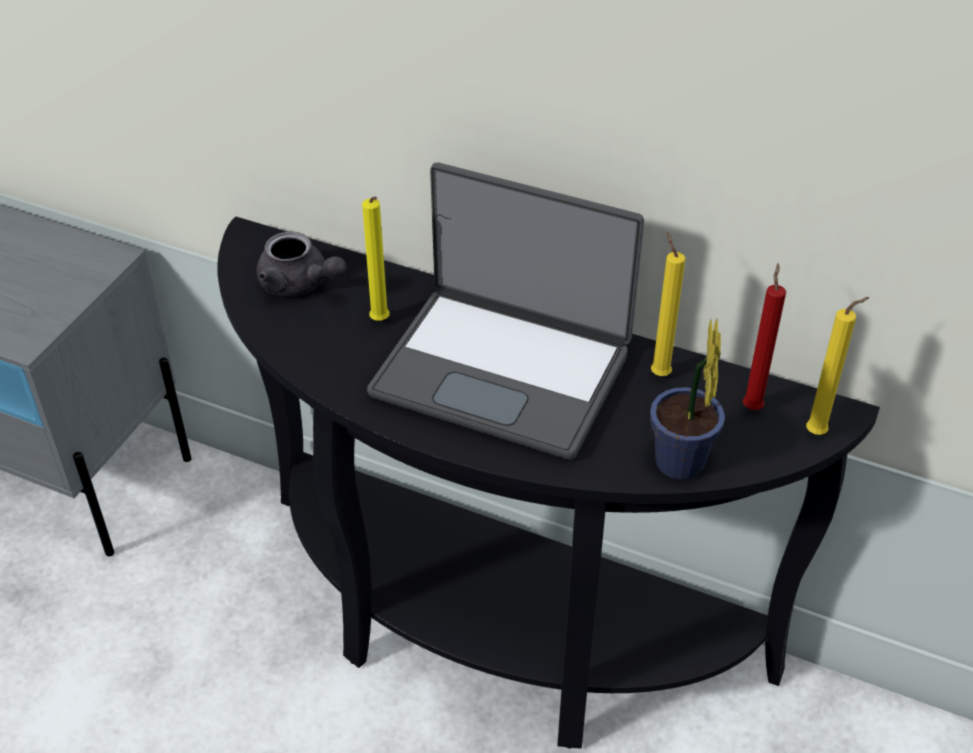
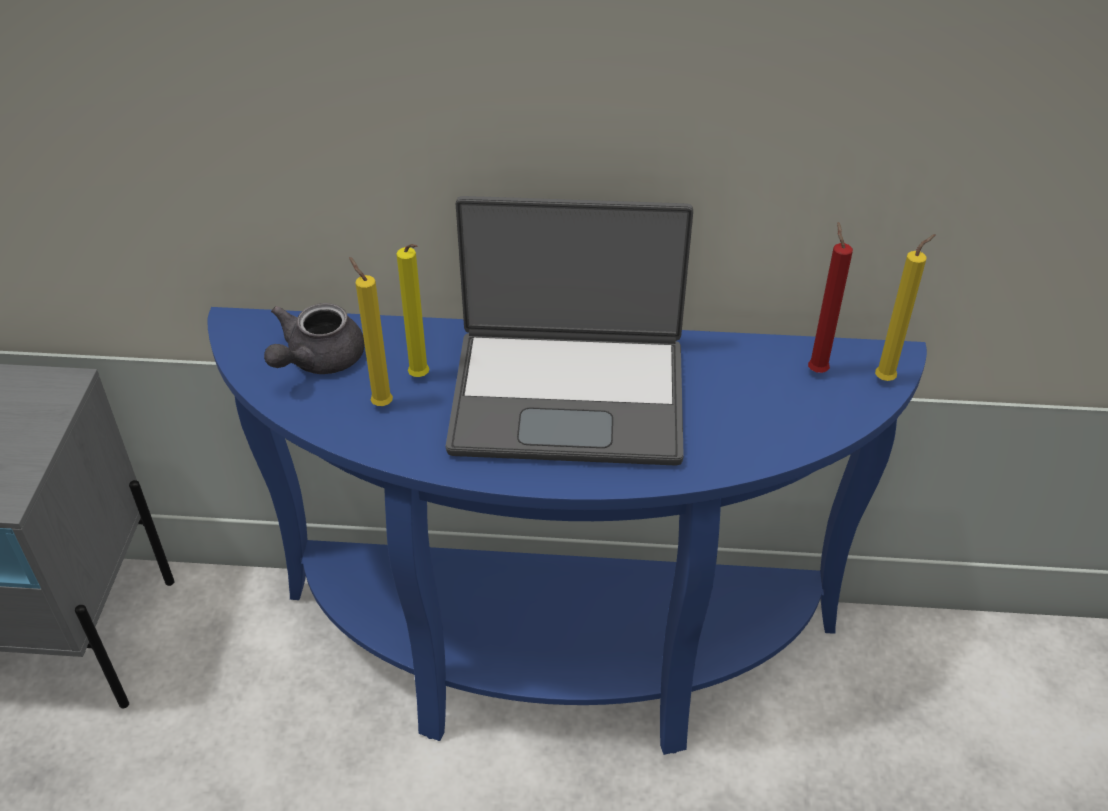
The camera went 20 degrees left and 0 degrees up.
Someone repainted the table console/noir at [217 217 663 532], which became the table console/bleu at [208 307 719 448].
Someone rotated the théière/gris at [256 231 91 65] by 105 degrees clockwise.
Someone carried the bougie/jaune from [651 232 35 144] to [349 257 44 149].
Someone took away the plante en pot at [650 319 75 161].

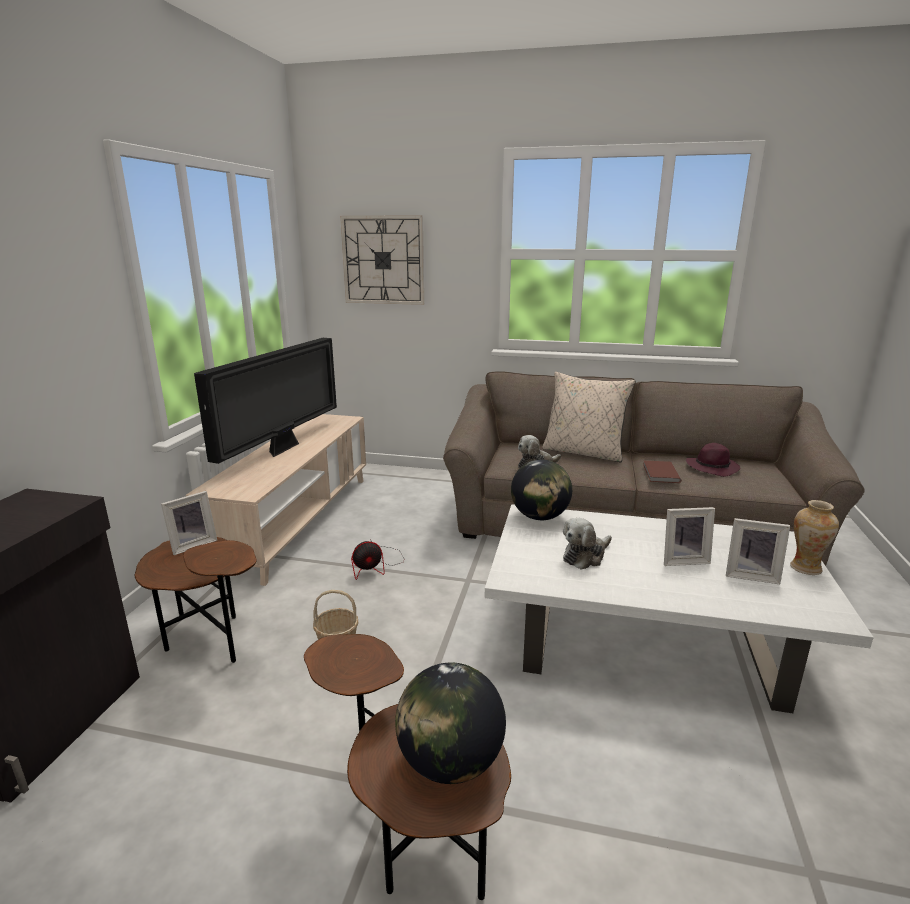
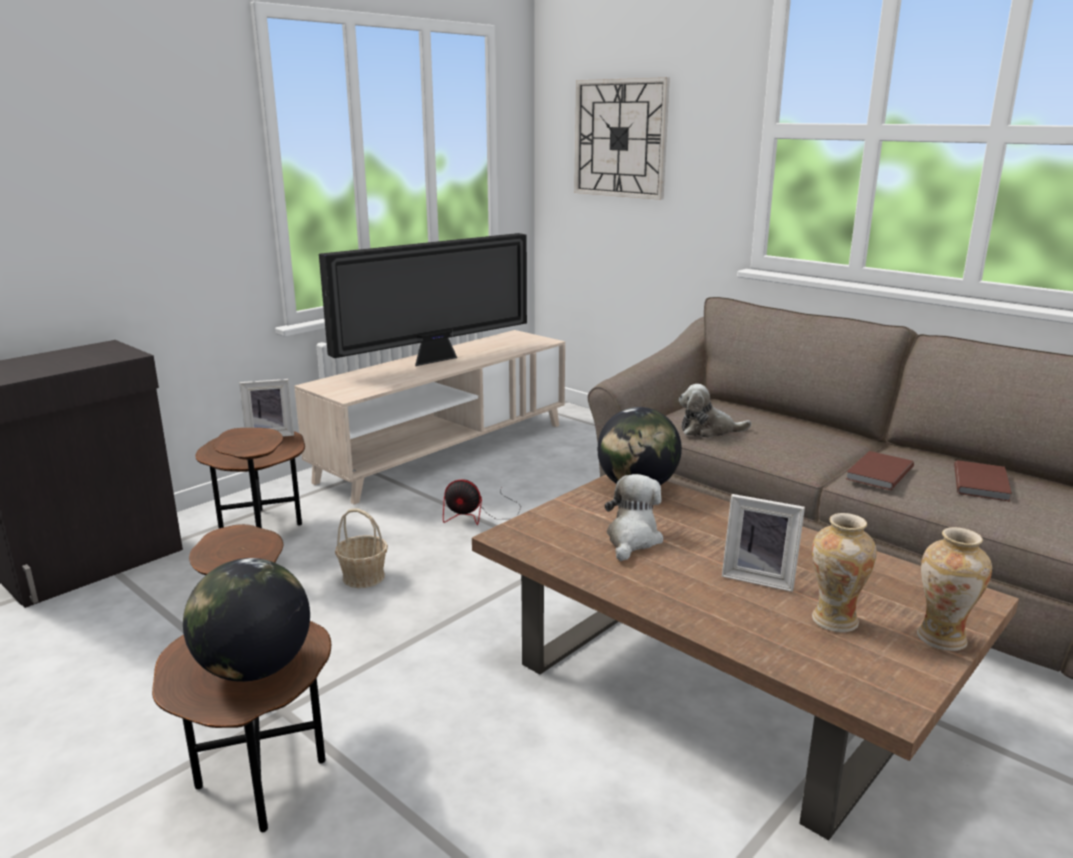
The camera went 30 degrees right and 0 degrees up.
Someone took away the coussin/beige at [542 371 93 91].
Someone swapped the chapeau/violet at [686 443 54 34] for the livre/marron at [954 460 58 42].
Someone repainted the table basse/blanc at [485 504 389 209], which became the table basse/marron at [472 475 547 365].
Someone rotated the peluche at [563 518 49 52] by 120 degrees clockwise.
Someone swapped the cadre photo at [726 518 64 66] for the vase at [812 513 65 119].

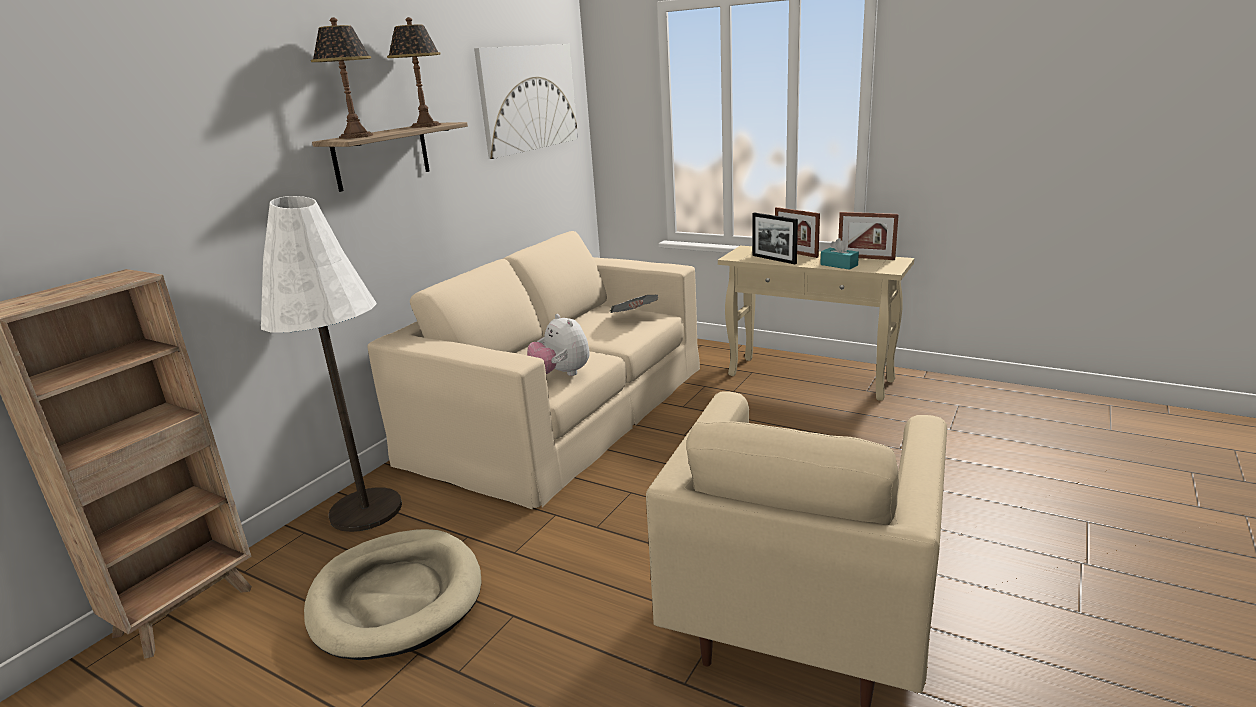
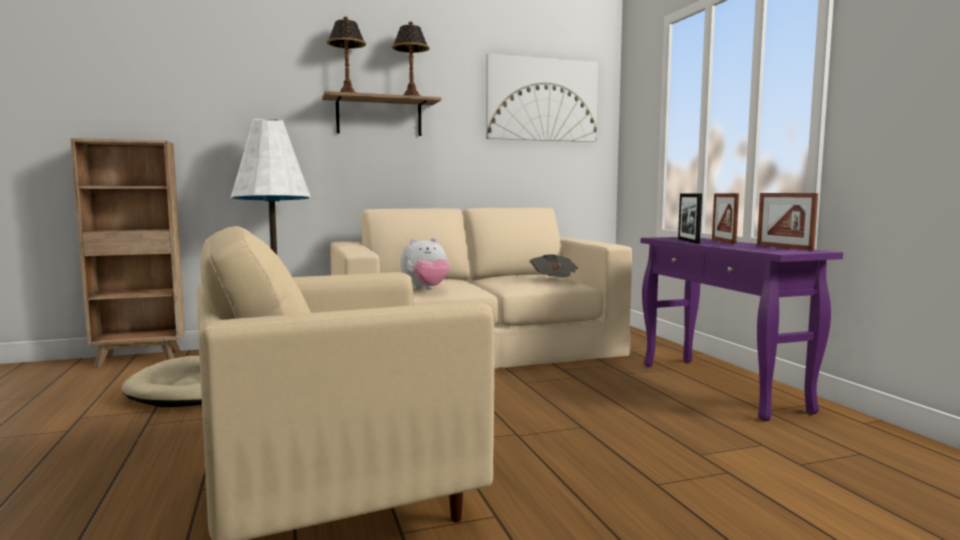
The camera went 40 degrees right and 15 degrees down.
Someone took away the boîte à mouchoirs/turquoise at [820 238 39 32].
Someone repainted the table console/beige at [718 246 196 155], which became the table console/violet at [641 237 202 184].
Someone rotated the peluche at [527 314 63 62] by 120 degrees counterclockwise.

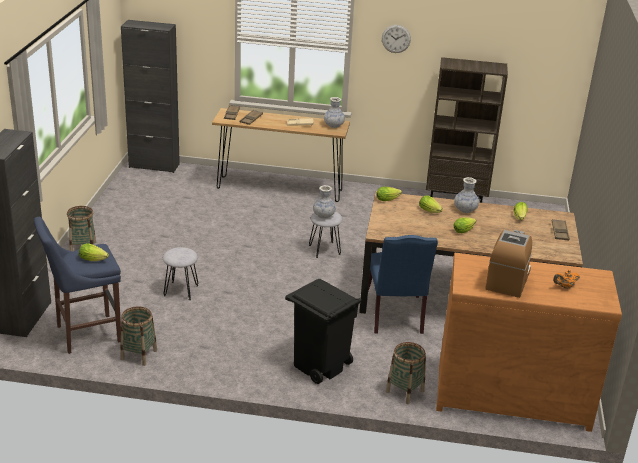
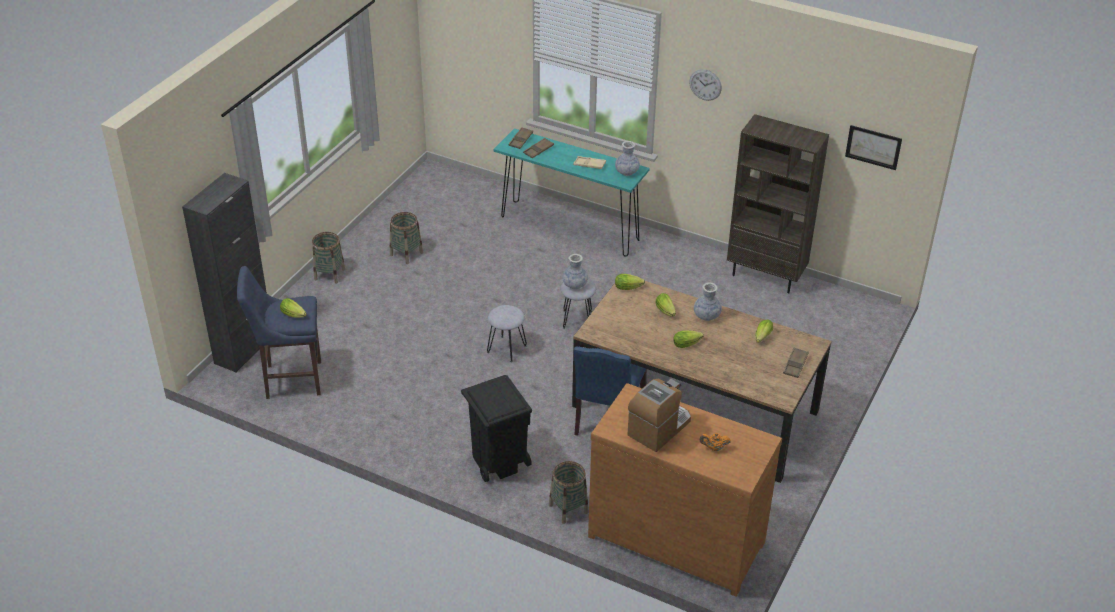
The camera went 20 degrees right and 10 degrees up.
Someone took away the meuble de rangement/noir at [121 20 59 153].
Someone repainted the table console/marron at [212 108 138 94], which became the table console/turquoise at [493 128 157 129].
Someone carried the tabouret/gris from [163 247 35 53] to [487 305 40 57].
Someone carried the panier from [120 306 37 60] to [390 212 33 52].
Someone put up the tableau at [845 125 57 45].

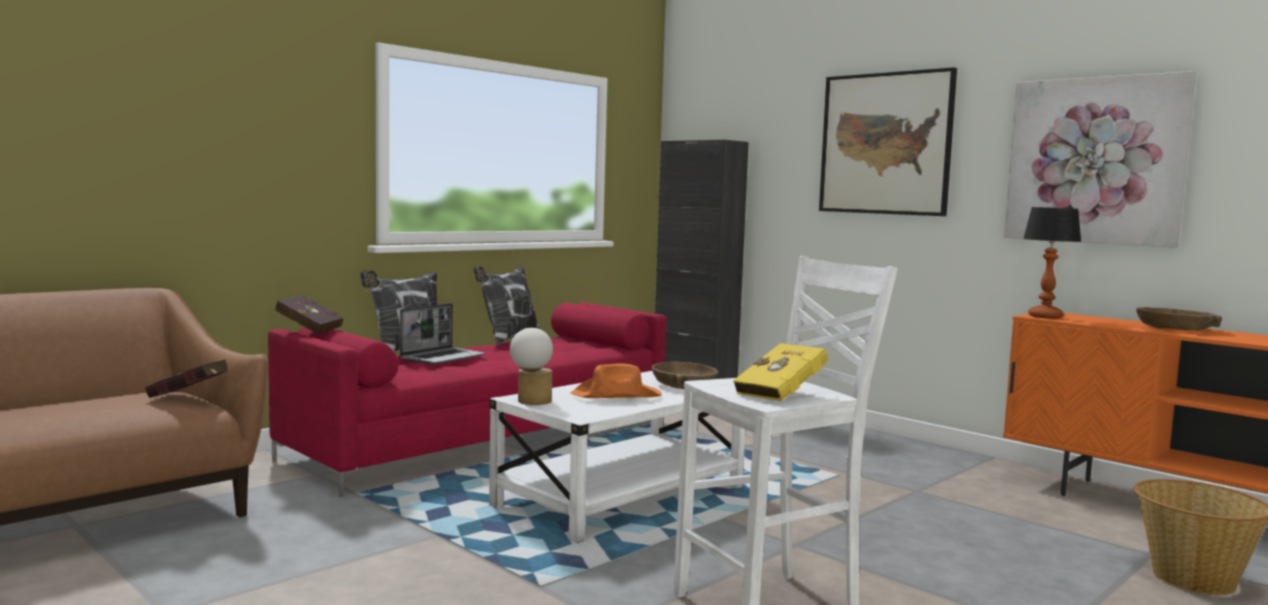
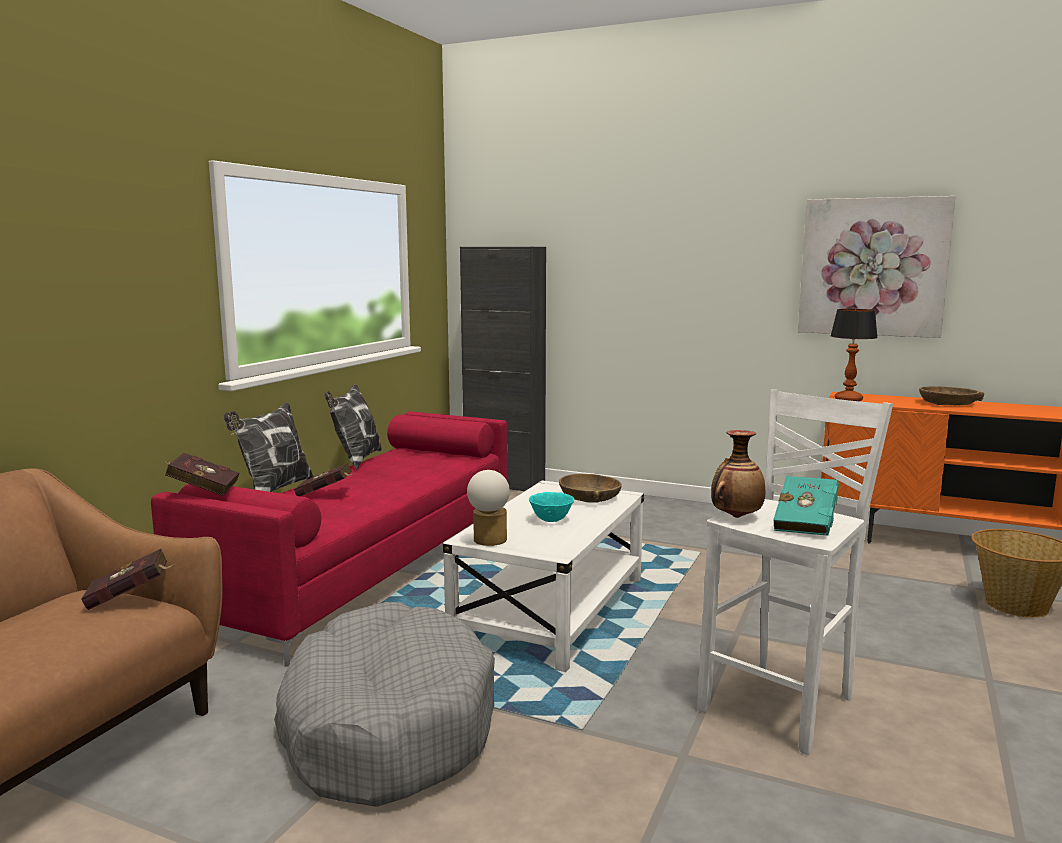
The camera went 20 degrees left and 5 degrees up.
Someone took away the tableau at [819 67 138 149].
Someone swapped the ordinateur portable at [400 303 85 62] for the livre/rouge at [294 463 60 33].
Someone repainted the livre/jaune at [733 343 95 58], which became the livre/turquoise at [773 476 66 60].
Someone swapped the chapeau/orange at [570 363 92 35] for the bol/turquoise at [529 492 46 30].
Someone put down the vase at [711 430 54 88].
Someone put down the panier pour chien/gris at [274 602 221 205].

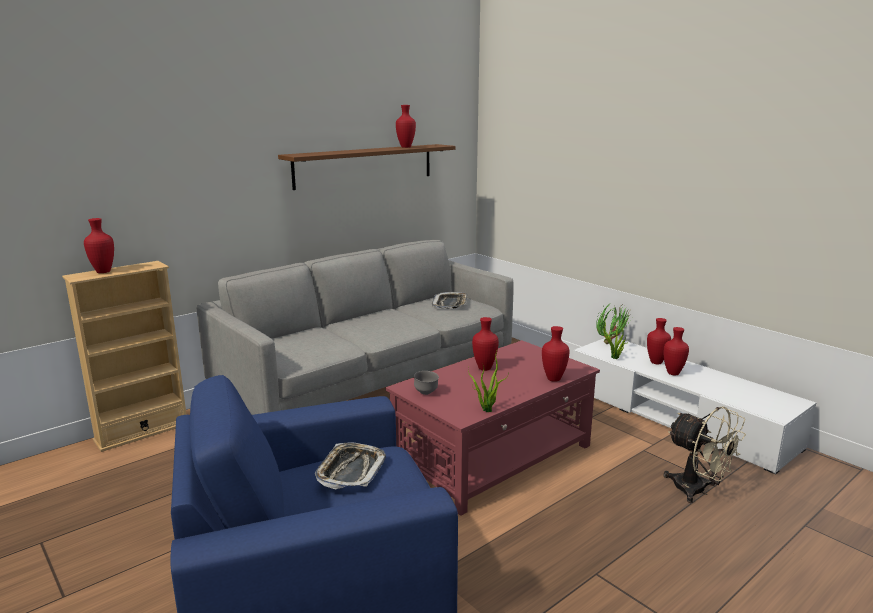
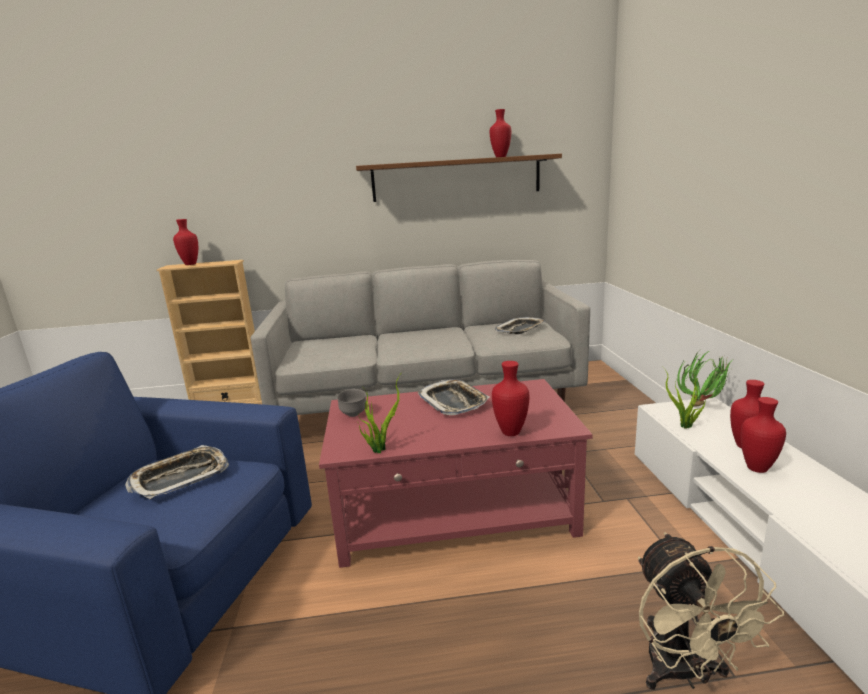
The camera went 35 degrees right and 0 degrees up.
Someone swapped the vase/rouge at [472 317 27 54] for the plateau at [418 379 72 36].

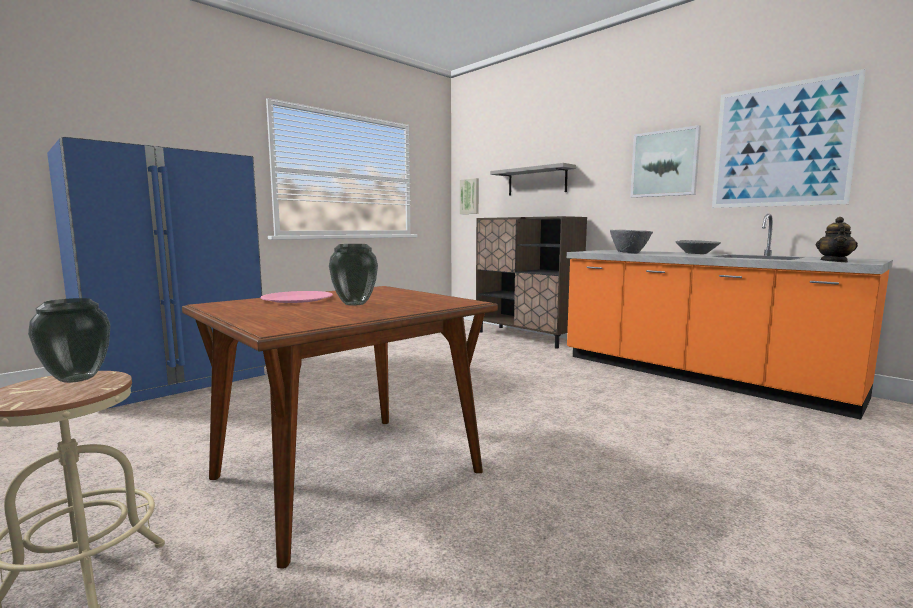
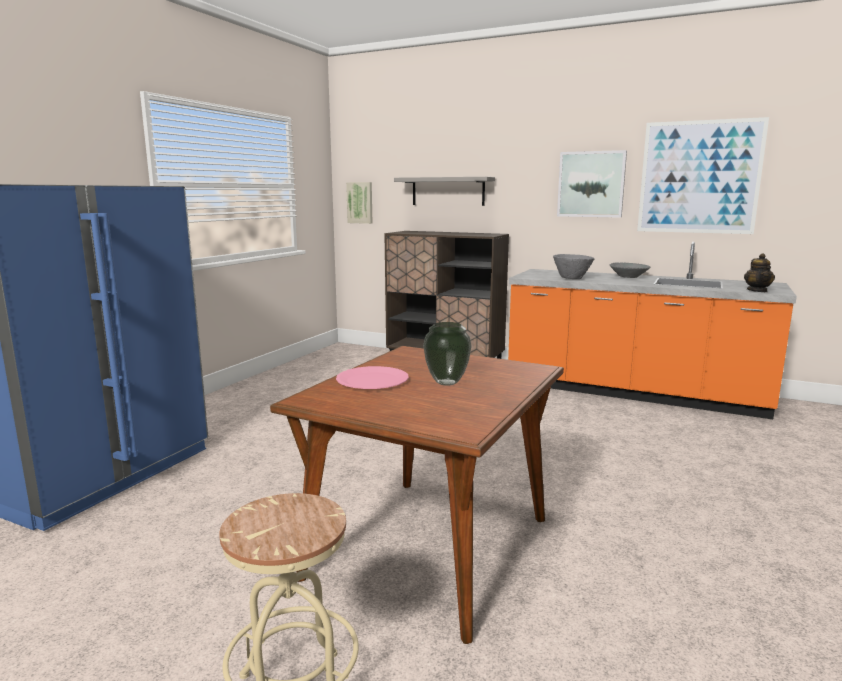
The camera went 20 degrees left and 5 degrees up.
Someone took away the vase at [28 298 83 85].

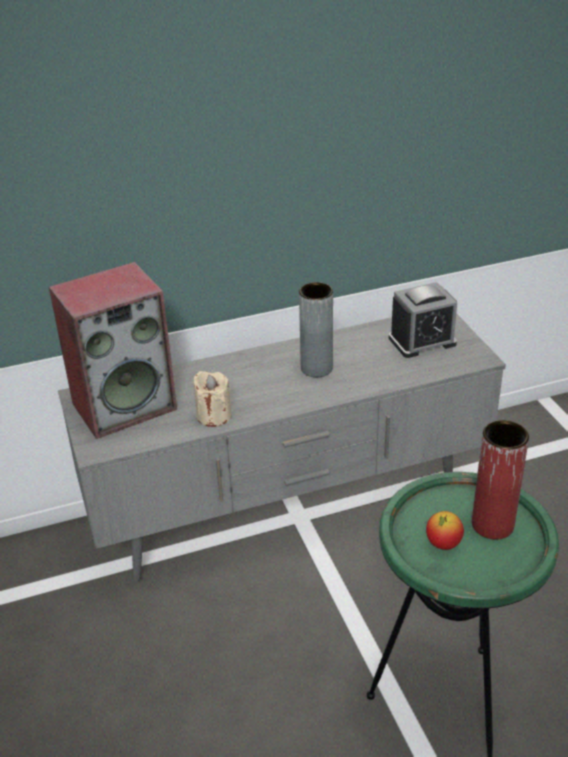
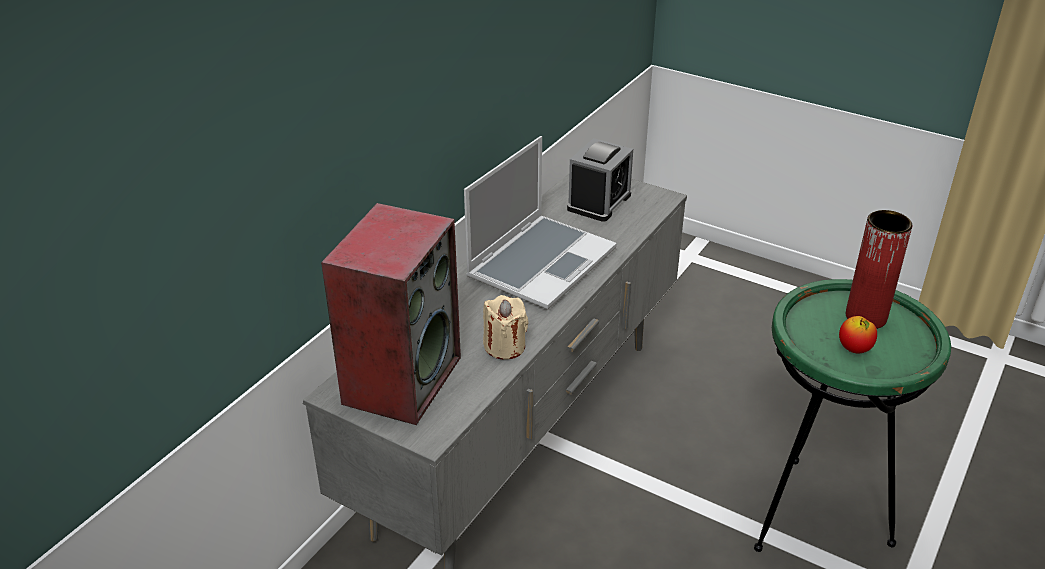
The camera went 40 degrees left and 0 degrees up.
Someone swapped the vase/gris at [299 282 34 95] for the ordinateur portable at [464 136 153 174].

